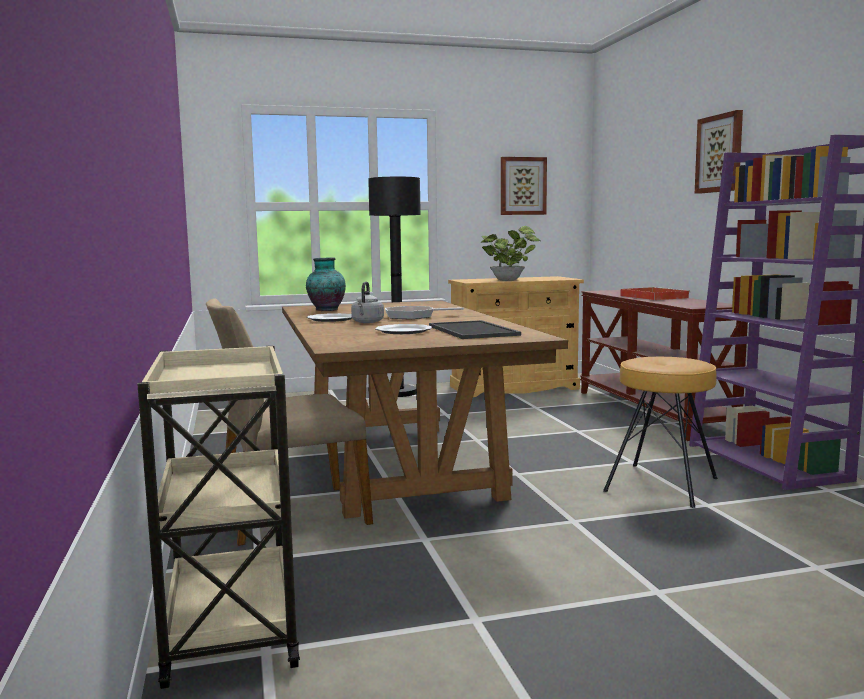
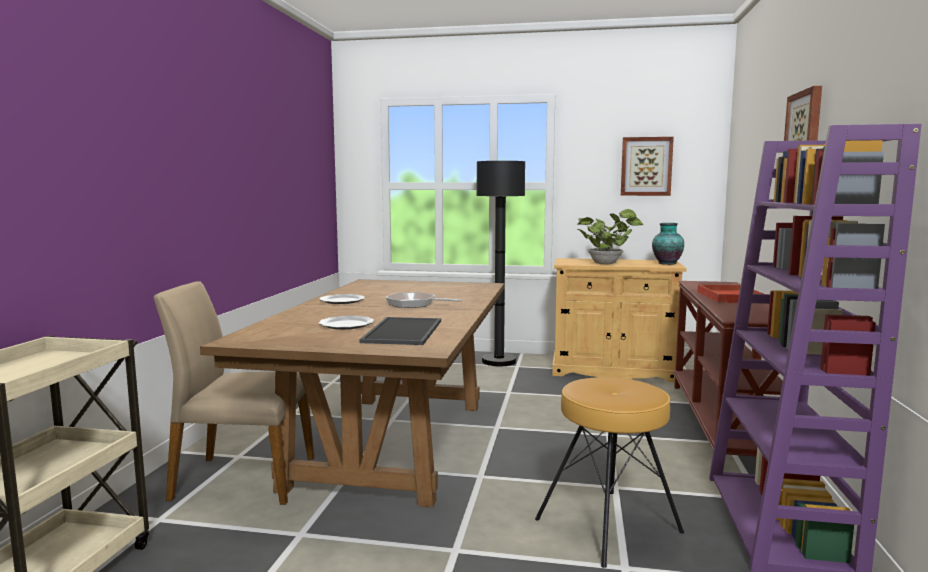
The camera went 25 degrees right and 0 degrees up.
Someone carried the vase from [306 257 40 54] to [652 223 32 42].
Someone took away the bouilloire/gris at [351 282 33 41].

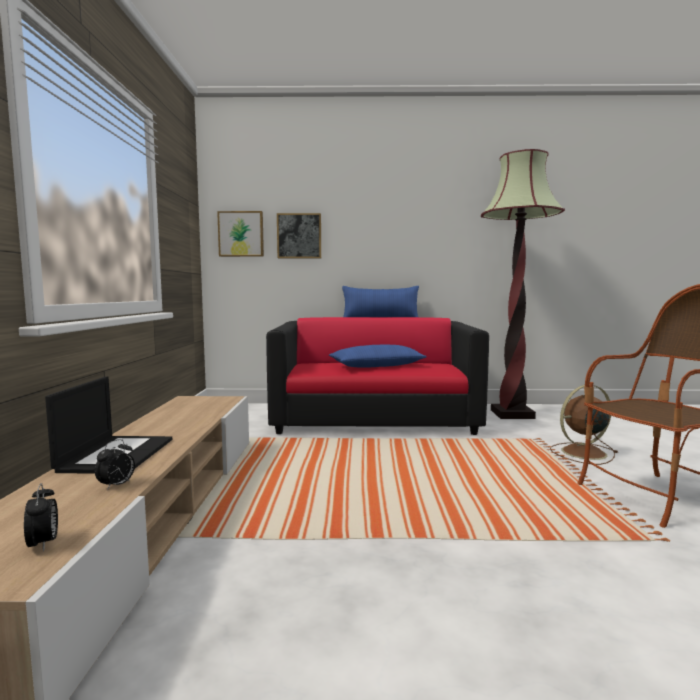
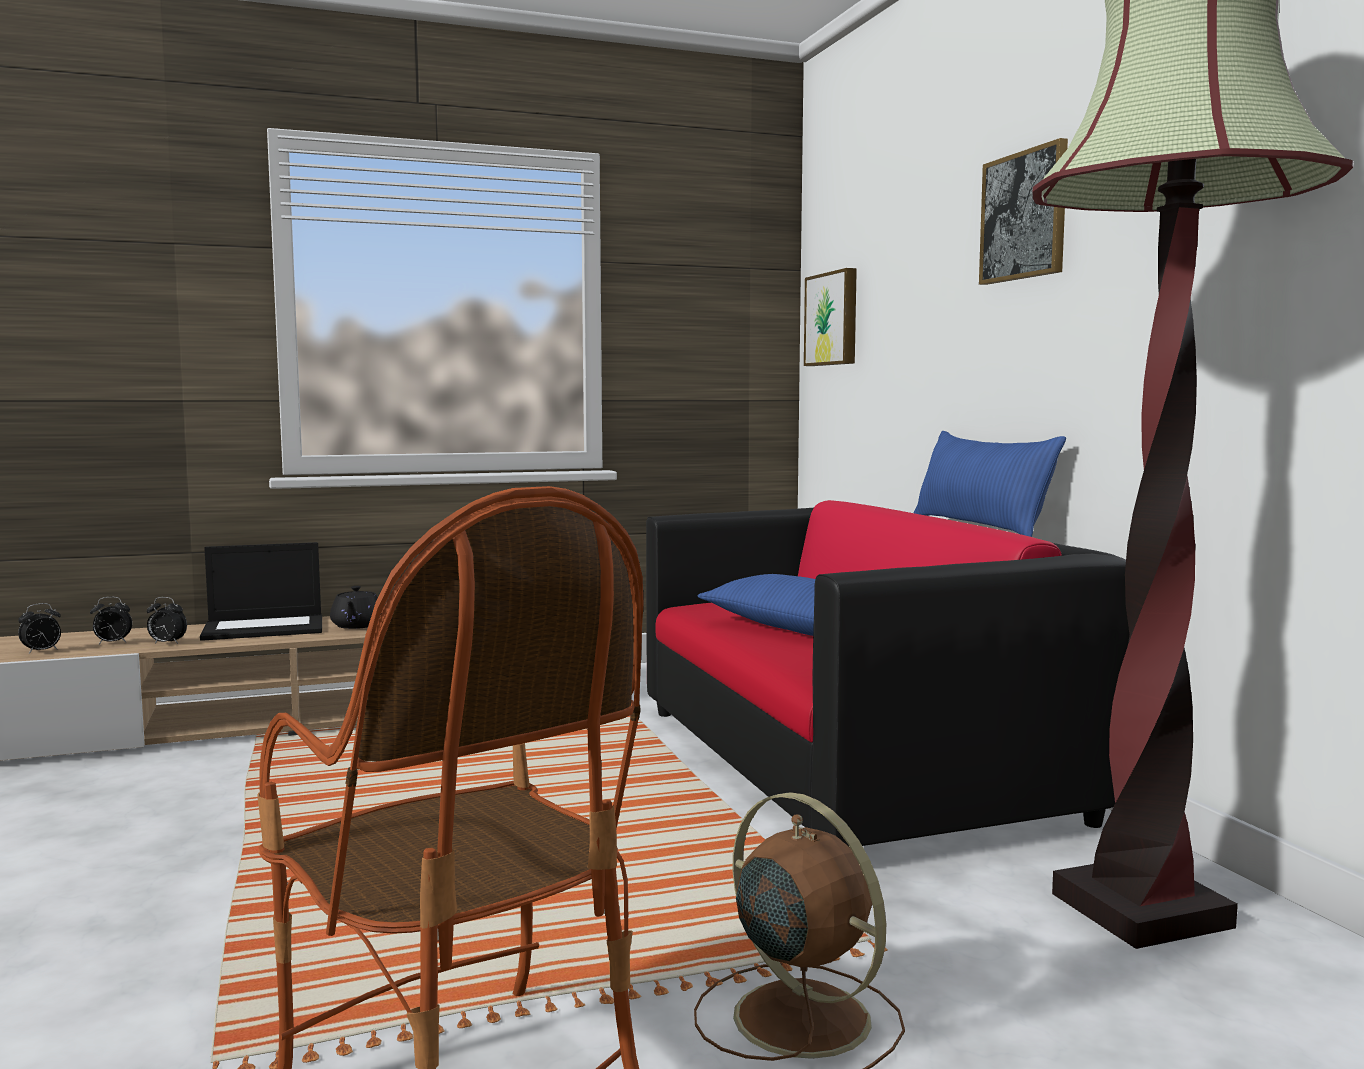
The camera went 70 degrees right and 0 degrees up.
Someone carried the tableau from [277 213 44 45] to [979 138 89 147].
Someone put down the théière/noir at [330 586 53 43].
Someone put down the réveil at [90 597 42 47].

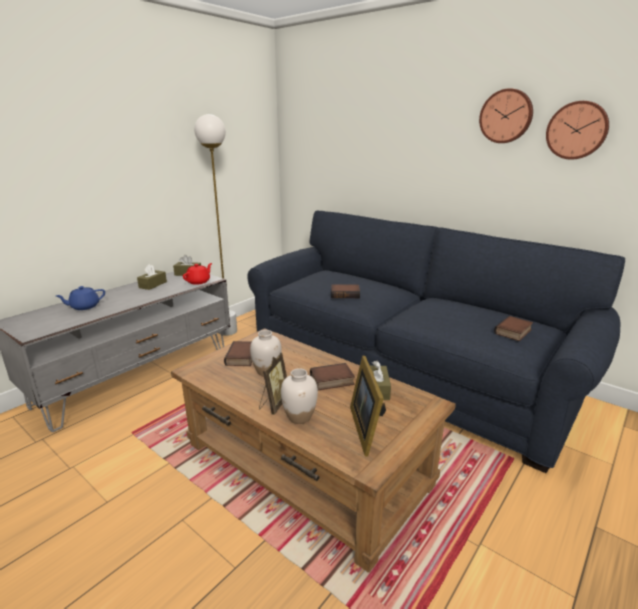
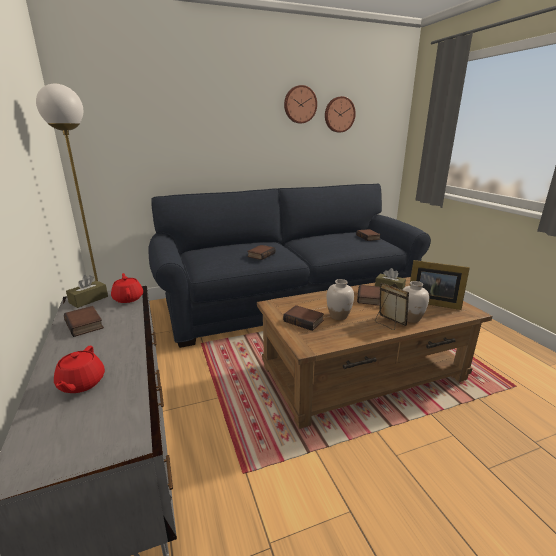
The camera went 60 degrees left and 0 degrees up.
Someone swapped the boîte à mouchoirs/marron at [137 264 30 26] for the livre at [64 306 40 31].
Someone repainted the théière/bleu at [56 286 49 24], which became the théière/rouge at [54 346 51 47].

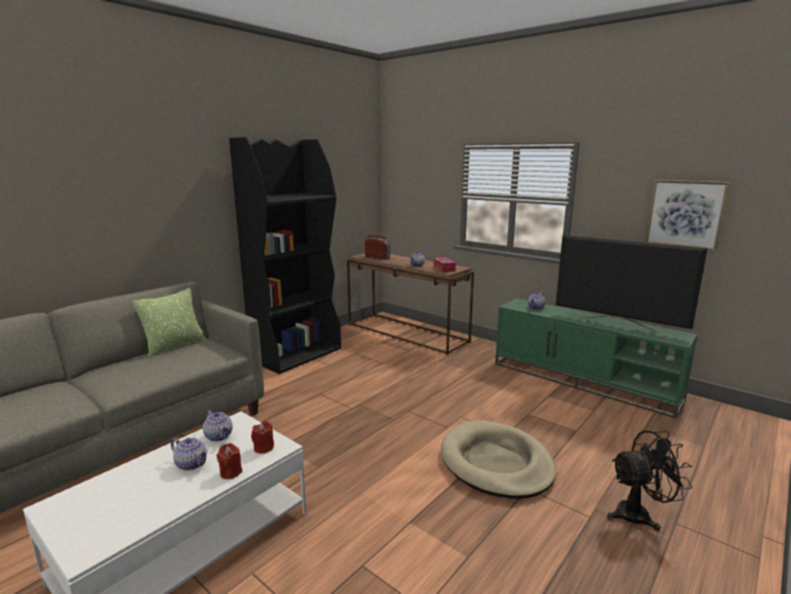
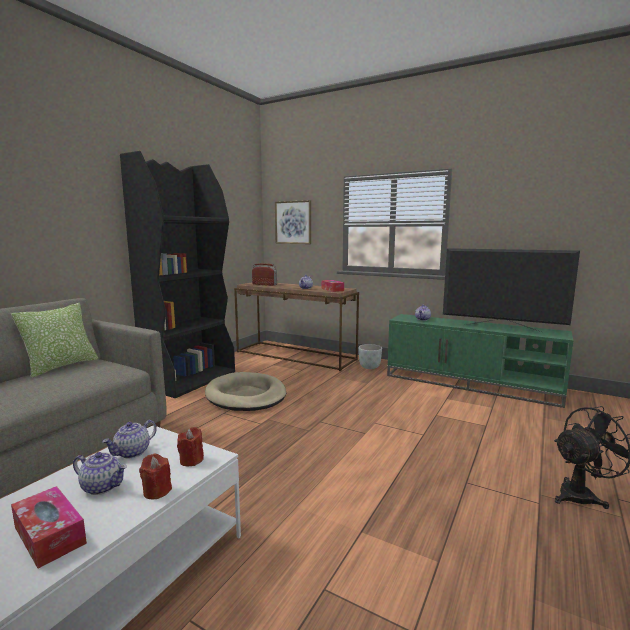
The camera went 10 degrees left and 5 degrees down.
Someone carried the tableau from [645 180 85 70] to [275 200 36 44].
Someone rotated the théière at [203 410 30 32] by 90 degrees clockwise.
Someone carried the panier pour chien/beige from [441 420 116 79] to [205 372 81 39].
Someone put down the cache-pot/gris at [359 344 23 25].
Someone put down the boîte à mouchoirs at [11 486 76 82].

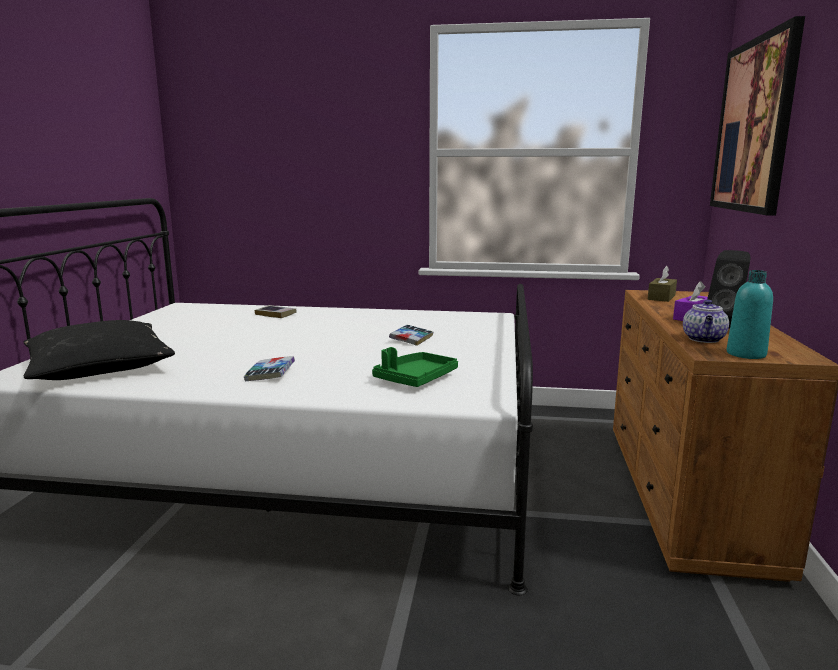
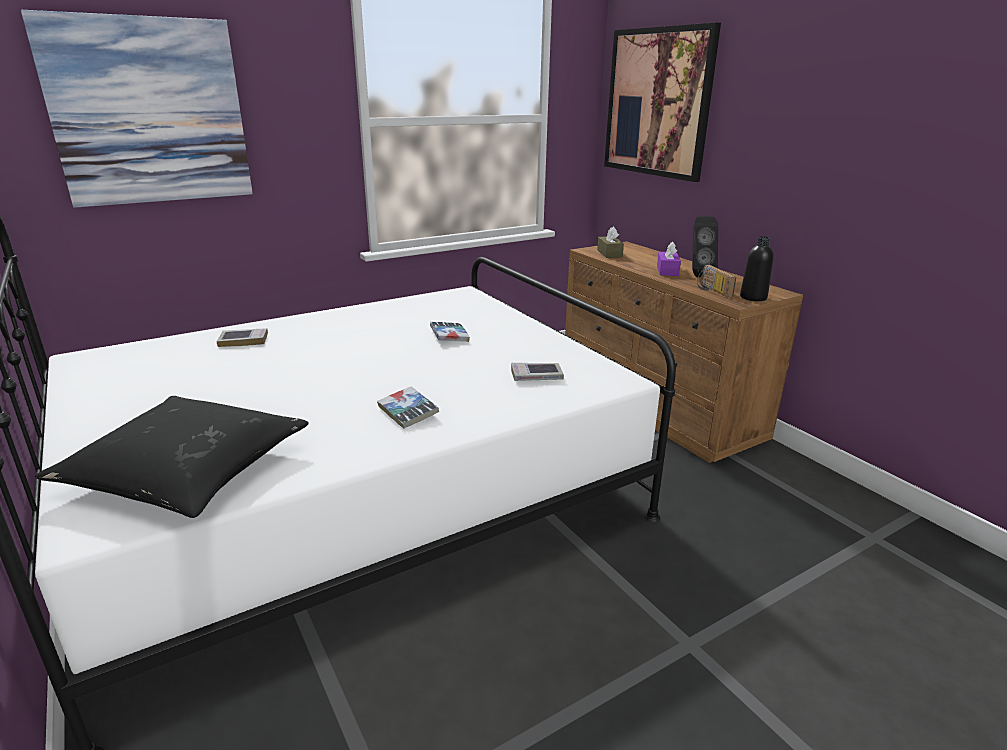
The camera went 40 degrees left and 10 degrees up.
Someone repainted the bouteille/turquoise at [727 270 46 89], which became the bouteille/noir at [740 236 34 65].
Someone swapped the théière at [683 299 46 44] for the radio at [697 265 39 33].
Someone swapped the plateau/vert at [372 347 86 40] for the livre at [511 363 53 18].
Someone put up the tableau at [21 10 232 198].

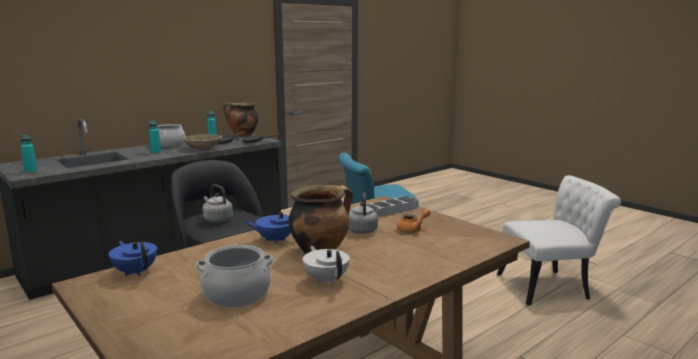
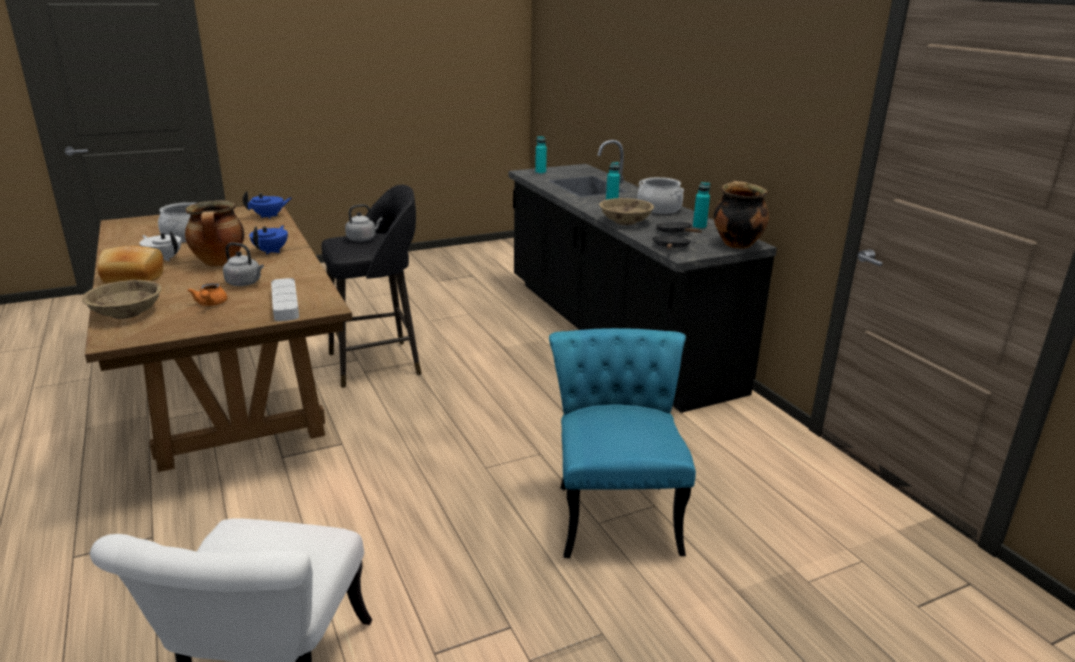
The camera went 105 degrees right and 10 degrees up.
Someone rotated the théière/blanc at [303 246 47 39] by 135 degrees counterclockwise.
Someone put down the pain at [98 246 65 37].
Someone put down the bol/beige at [82 280 79 39].

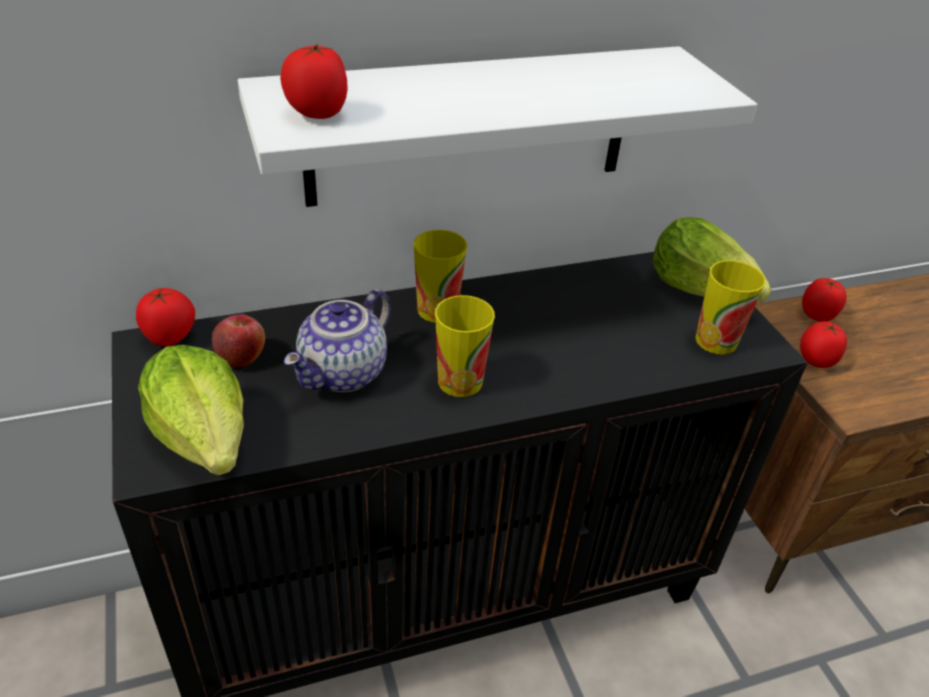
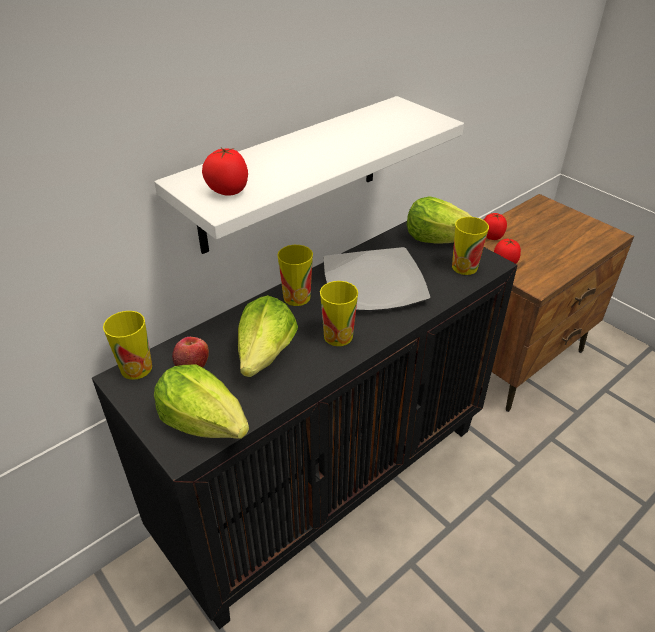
The camera went 20 degrees left and 0 degrees up.
Someone swapped the tomate at [136 287 59 59] for the tasse at [103 311 49 69].
Someone swapped the théière at [284 289 107 103] for the laitue at [238 295 60 82].
Someone put down the assiette at [324 247 107 64].

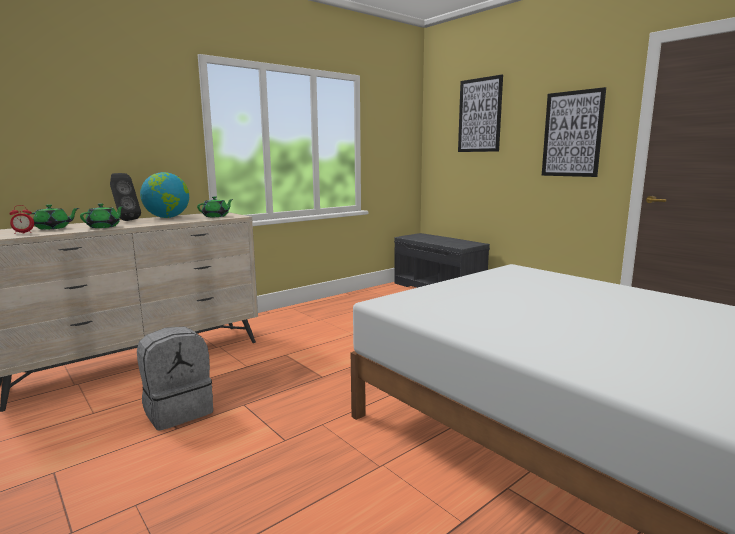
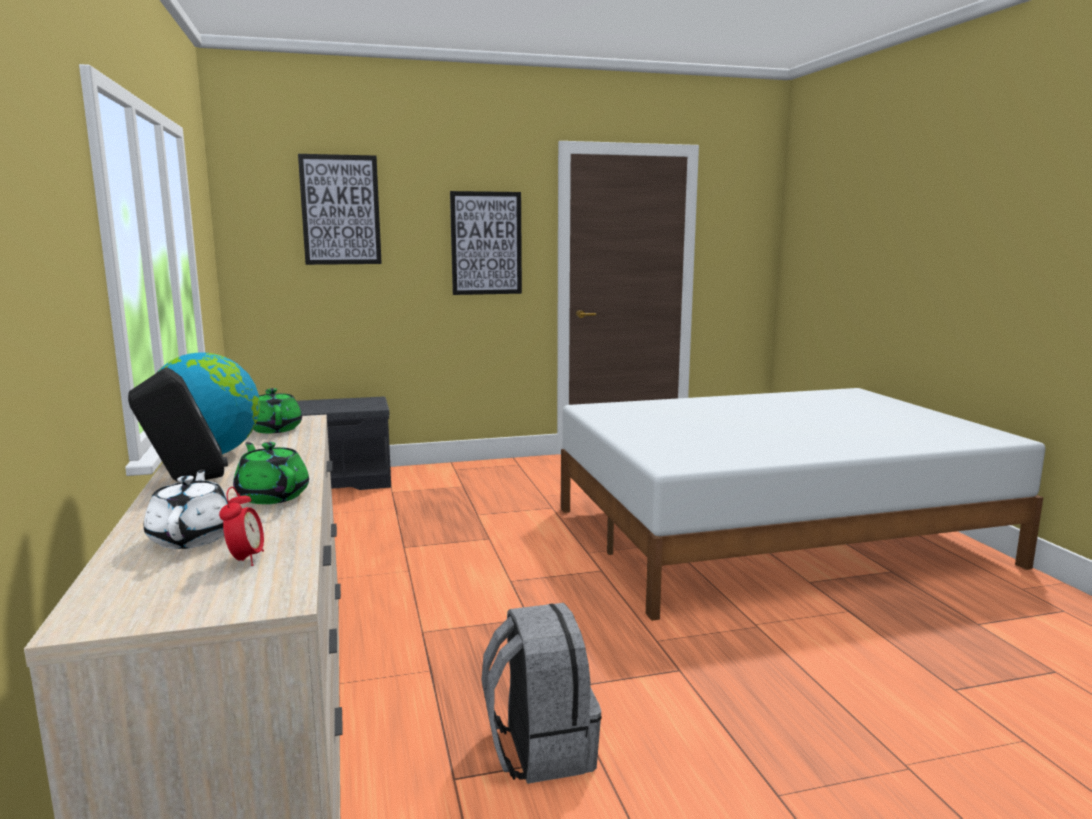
The camera went 65 degrees left and 0 degrees up.
Someone repainted the théière/vert at [25 204 54 26], which became the théière/blanc at [144 469 85 80].

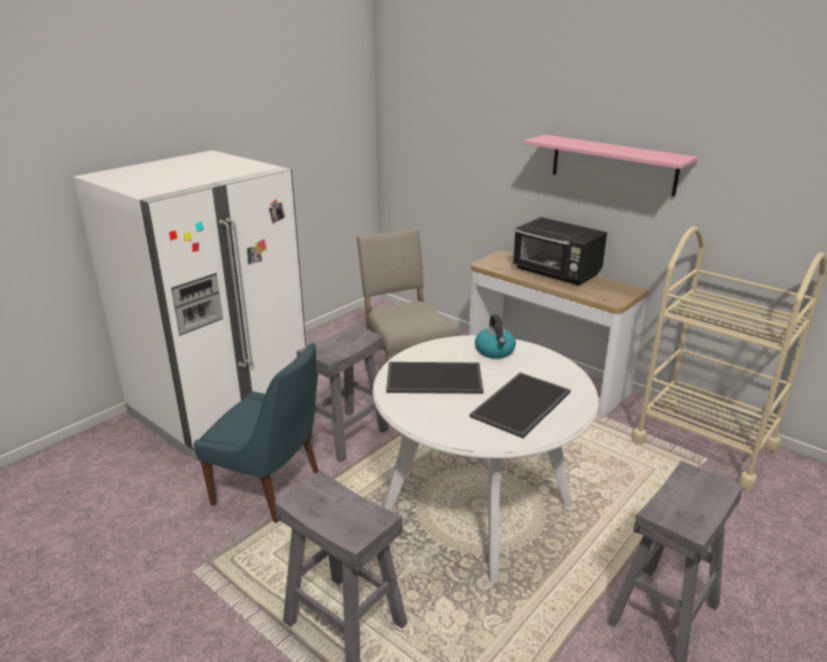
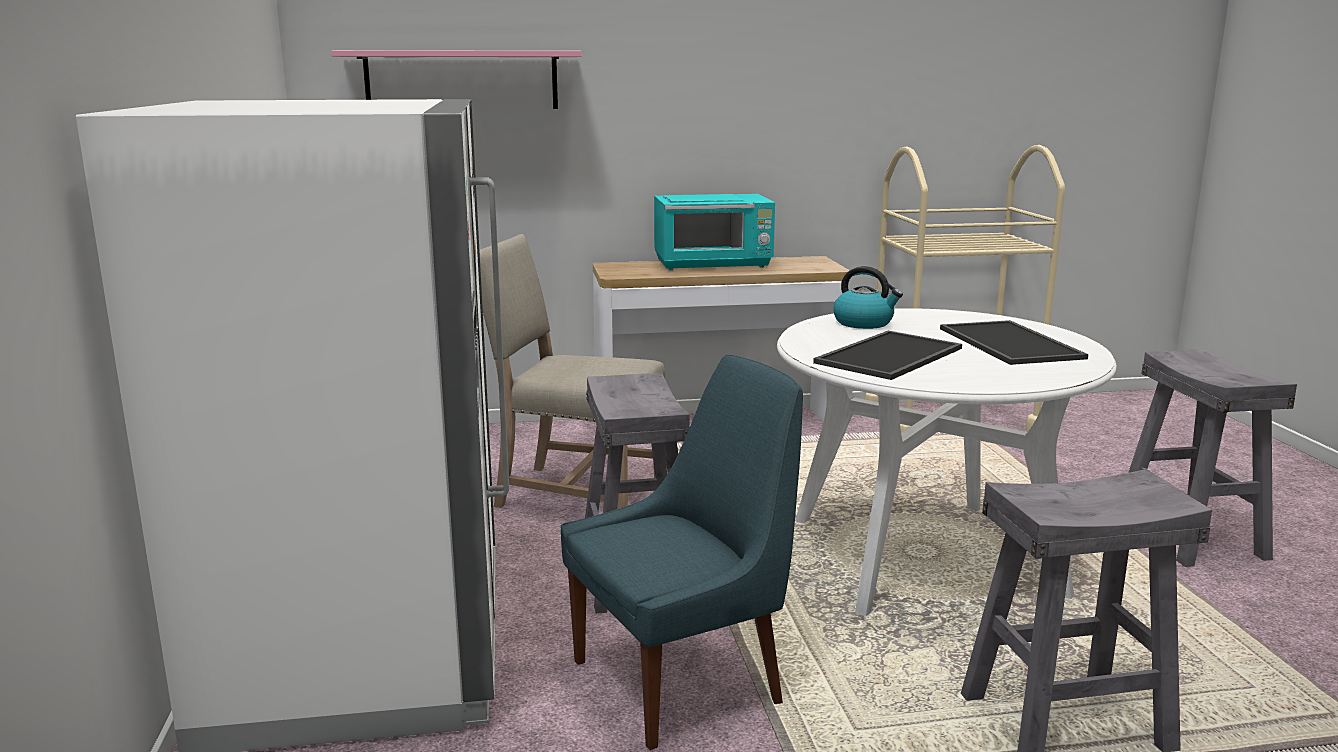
The camera went 50 degrees left and 10 degrees down.
Someone carried the étagère/rose from [523 135 175 61] to [331 50 250 59].
Someone repainted the micro-ondes/noir at [513 217 94 69], which became the micro-ondes/turquoise at [654 194 121 76].

